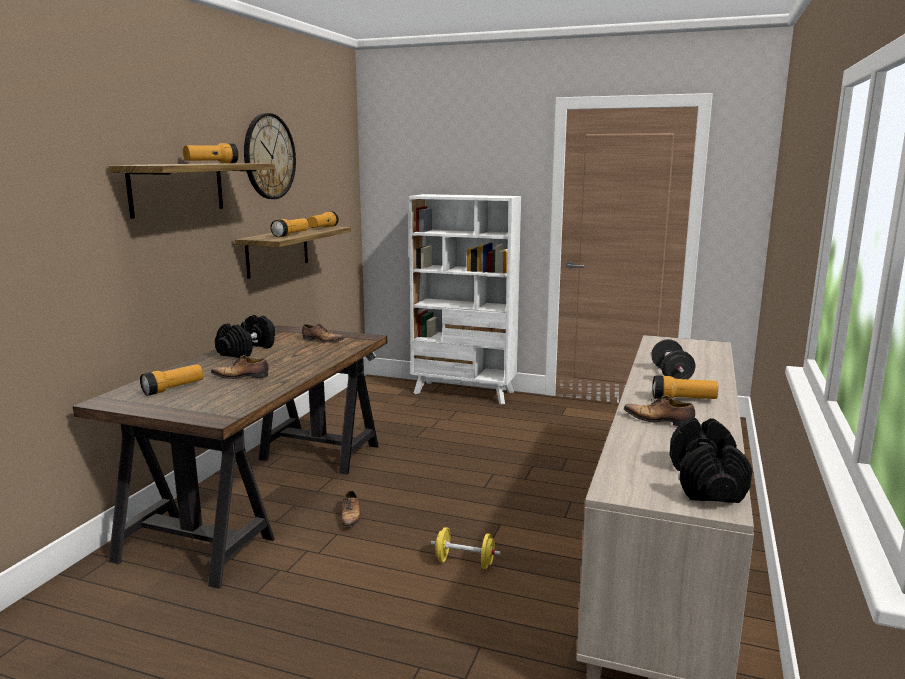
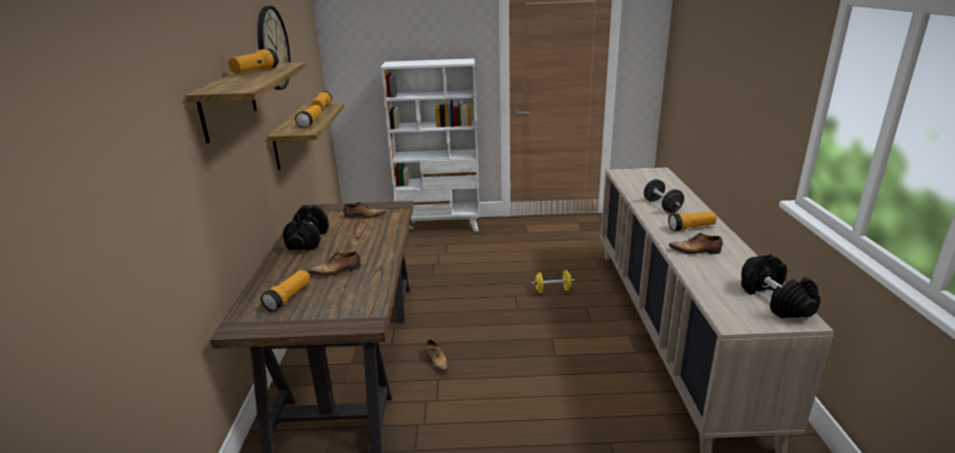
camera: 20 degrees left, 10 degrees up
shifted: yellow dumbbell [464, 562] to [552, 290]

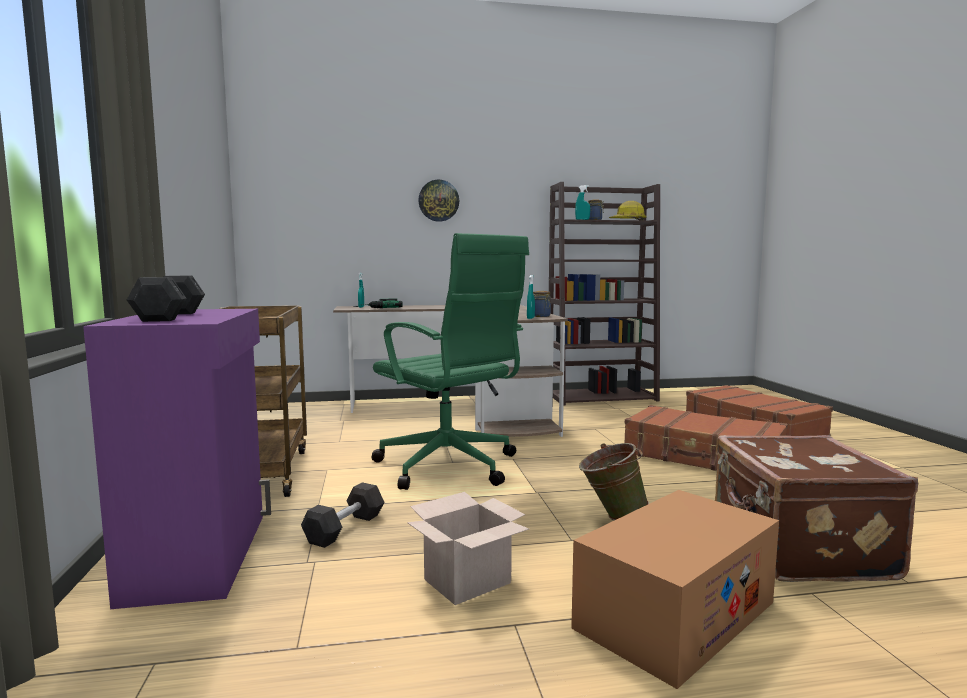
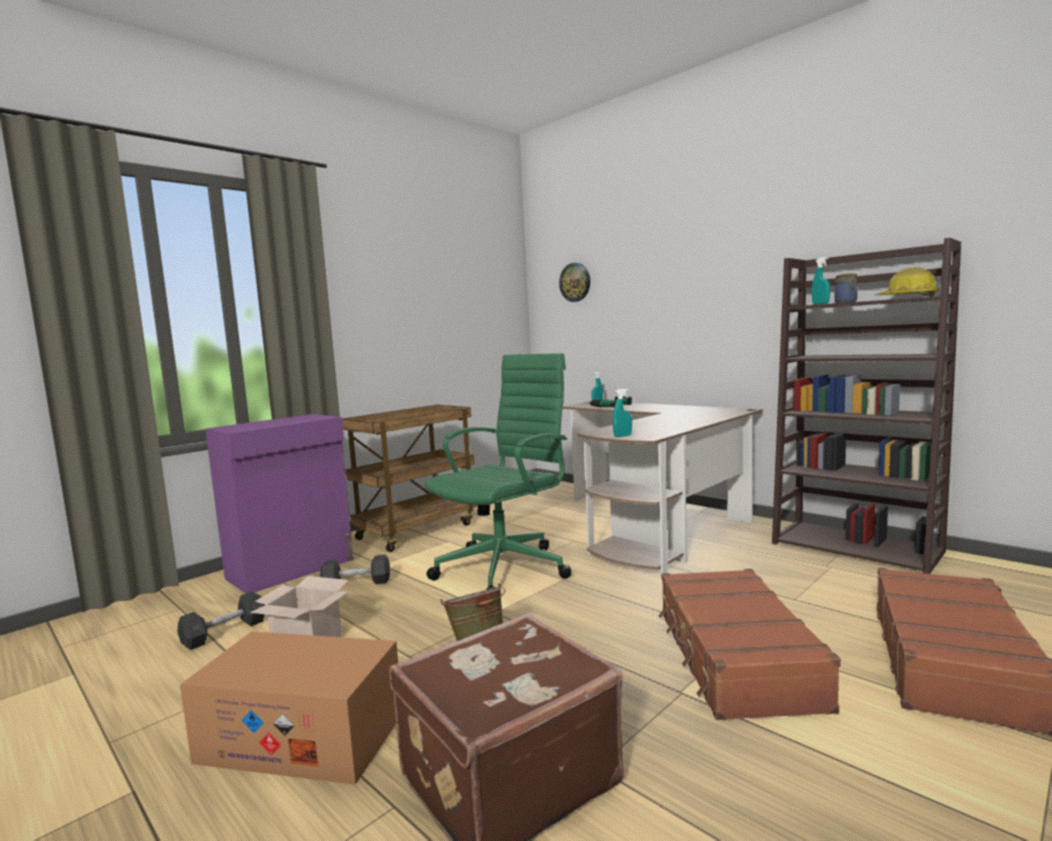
camera: 55 degrees right, 0 degrees up
gone: jar [541, 316]
shifted: wall clock [438, 200] to [575, 282]; grey dumbbell [170, 316] to [224, 632]
rotated: green office chair [449, 467] = [506, 568] 150 degrees counterclockwise

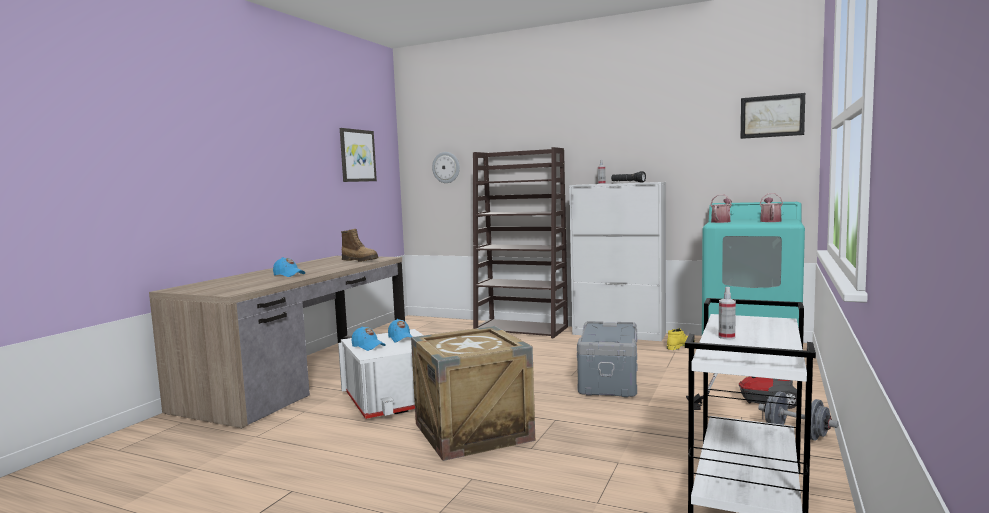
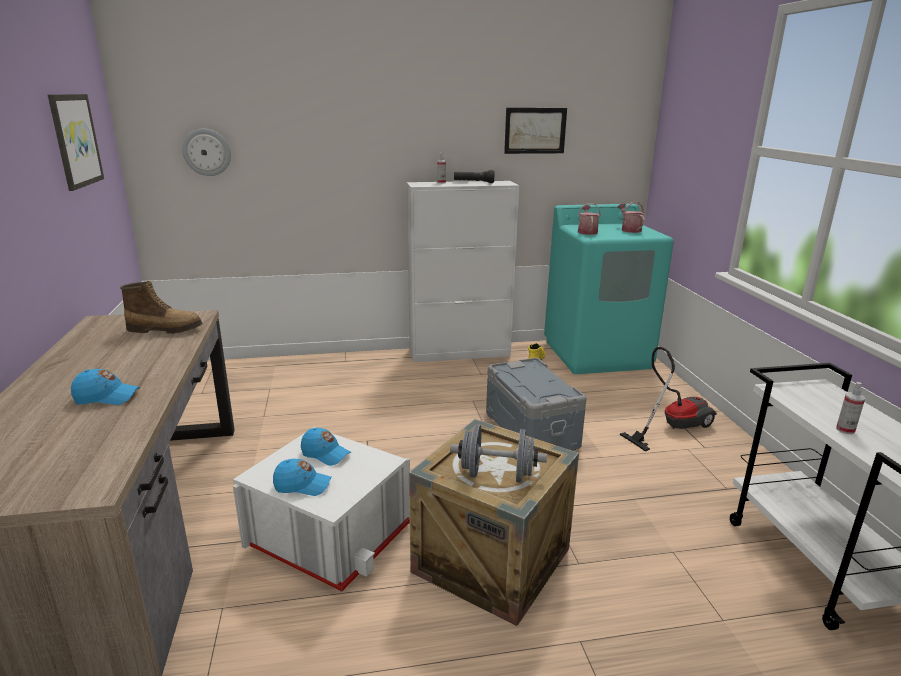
camera: 35 degrees left, 15 degrees up
gone: brown bookcase [522, 329]
shifted: picture [772, 116] to [535, 130]; grey dumbbell [796, 434] to [497, 475]

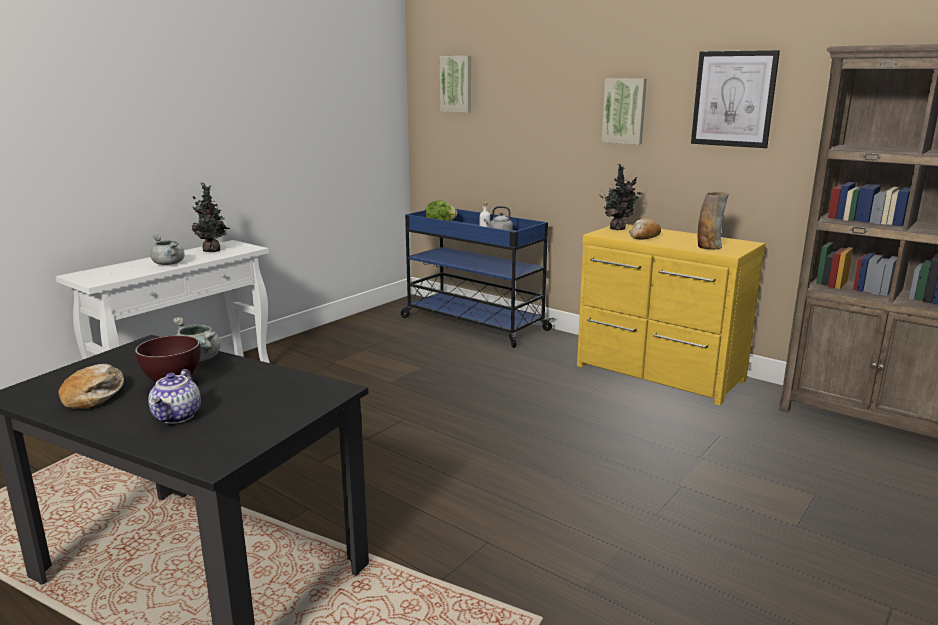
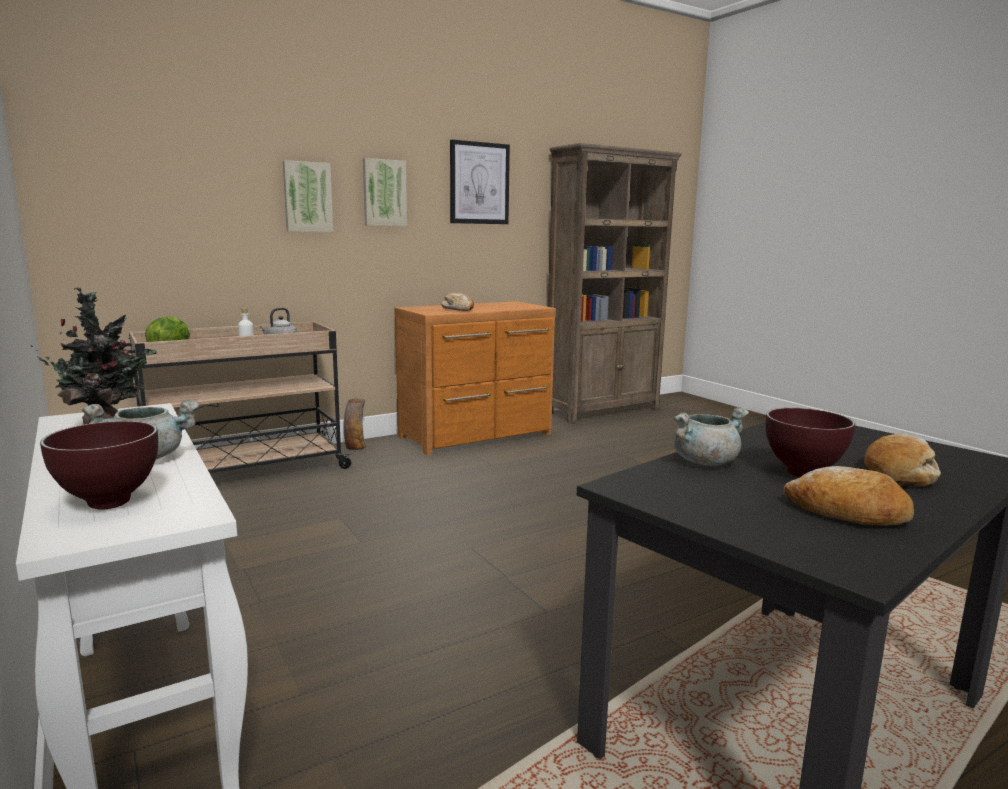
camera: 70 degrees left, 5 degrees down
gone: potted plant [618, 229]
new: brown bowl [112, 503]
shifted: picture [456, 84] to [307, 197]; vase [709, 247] to [355, 447]
swapped: teapot [178, 417] to bread [899, 473]
repainted: blue cart [472, 323] to beige cart [242, 472]; yellow dresser [659, 374] to brown dresser [478, 436]

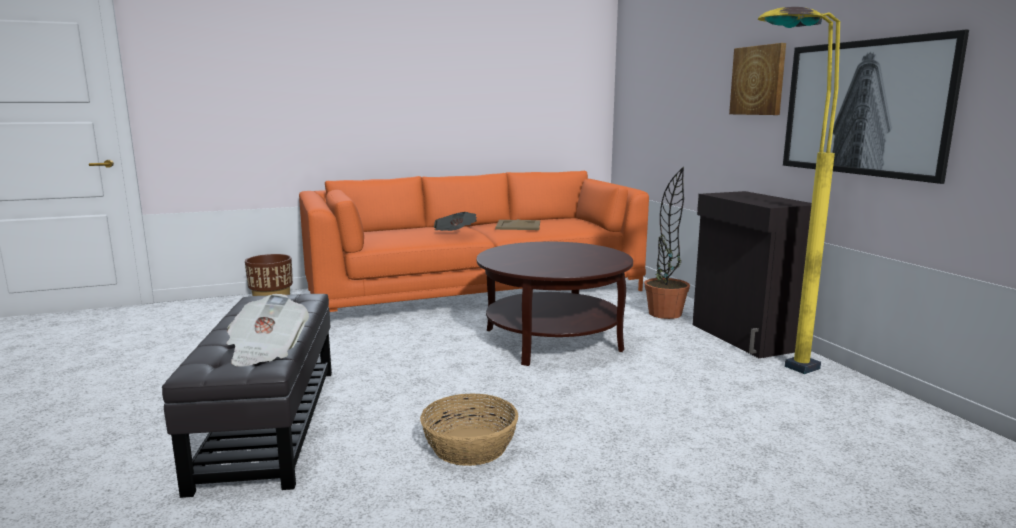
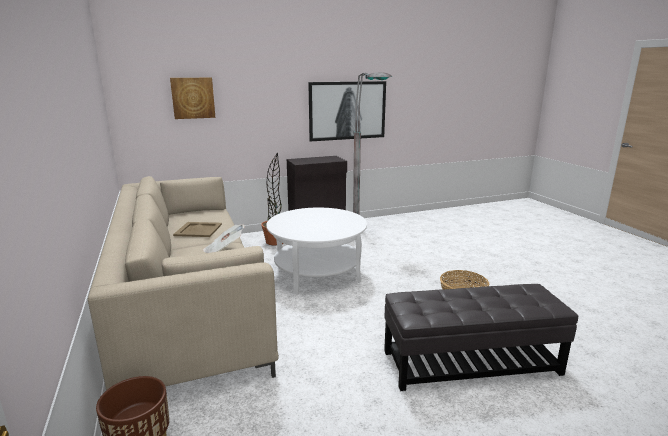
camera: 90 degrees left, 5 degrees up
gone: newspaper [266, 351]
shifted: picture [758, 80] to [193, 98]
repainted: yellow floor lamp [768, 378] to grey floor lamp [368, 232]; orange sofa [475, 290] to beige sofa [188, 300]; brown coffee table [553, 339] to white coffee table [317, 273]

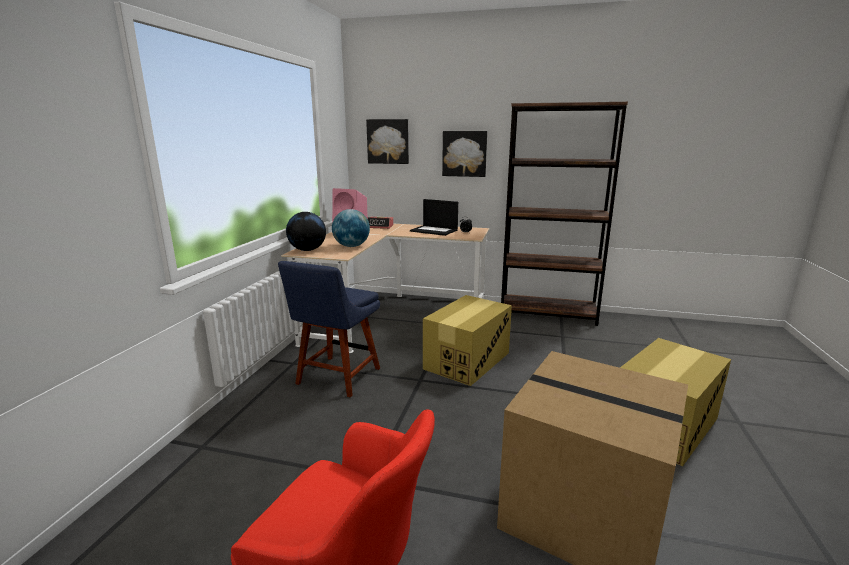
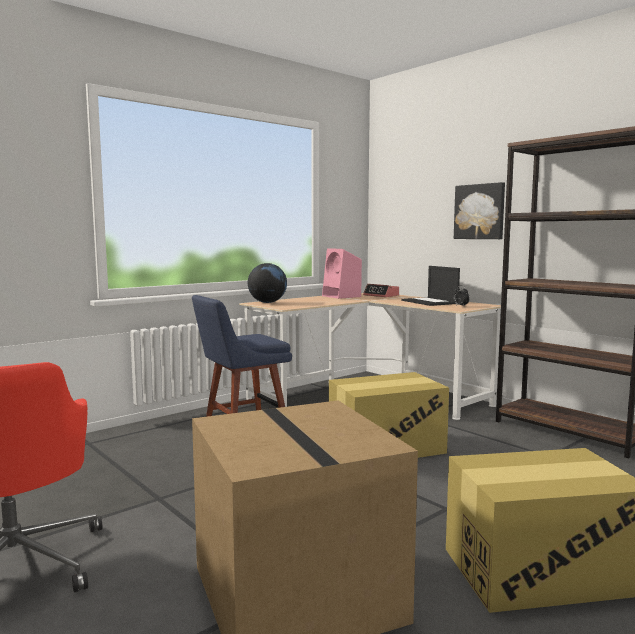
camera: 35 degrees right, 10 degrees down
gone: picture [388, 141]; globe [351, 246]

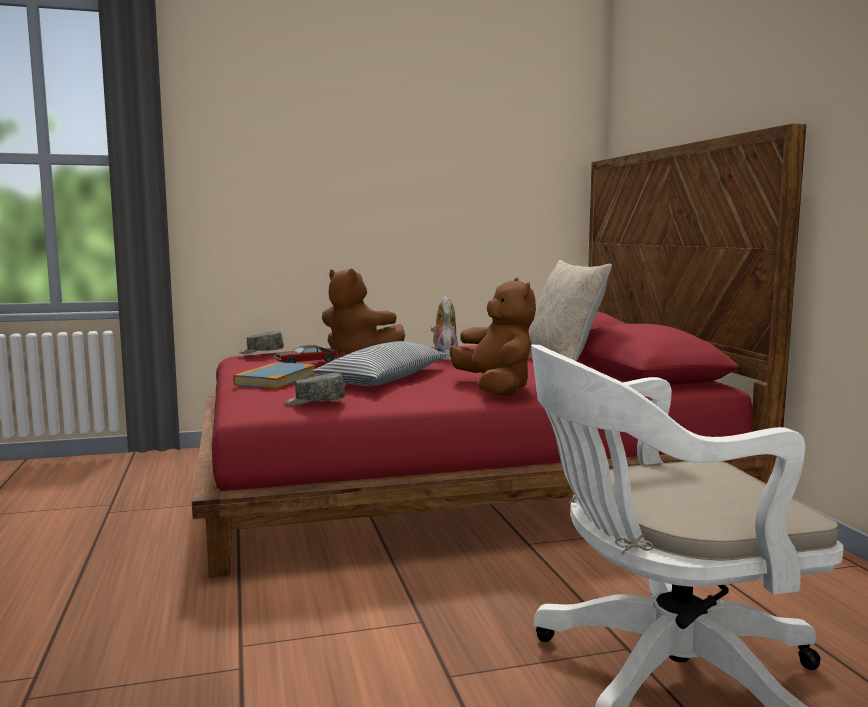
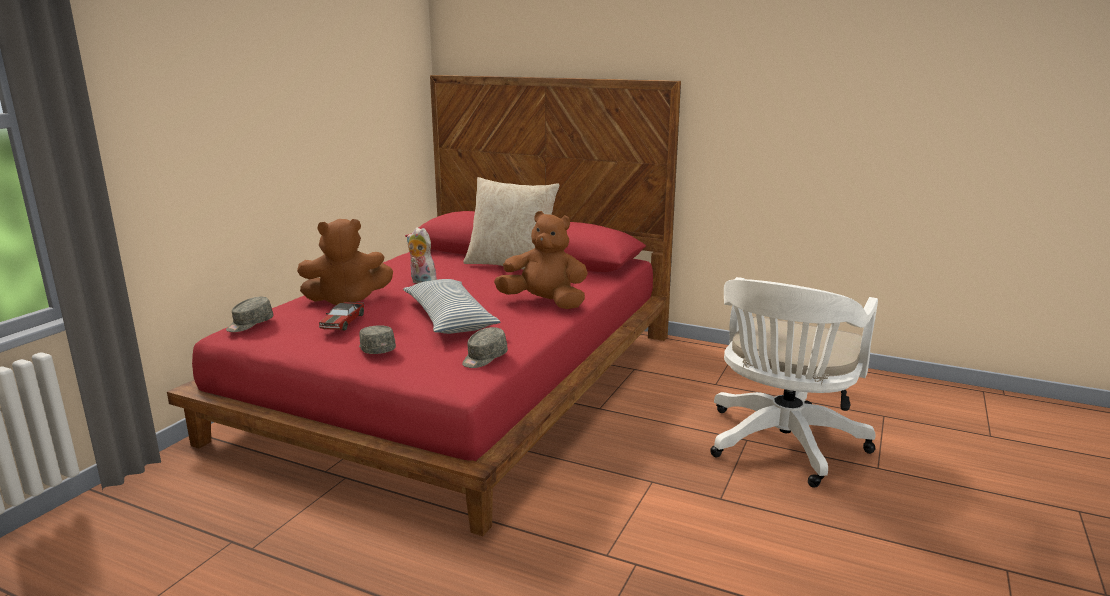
camera: 50 degrees left, 10 degrees up
swapped: book [275, 379] to grey cap [376, 349]

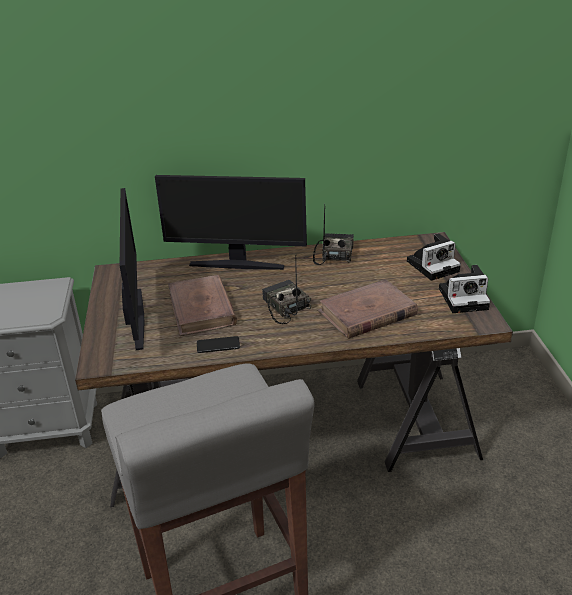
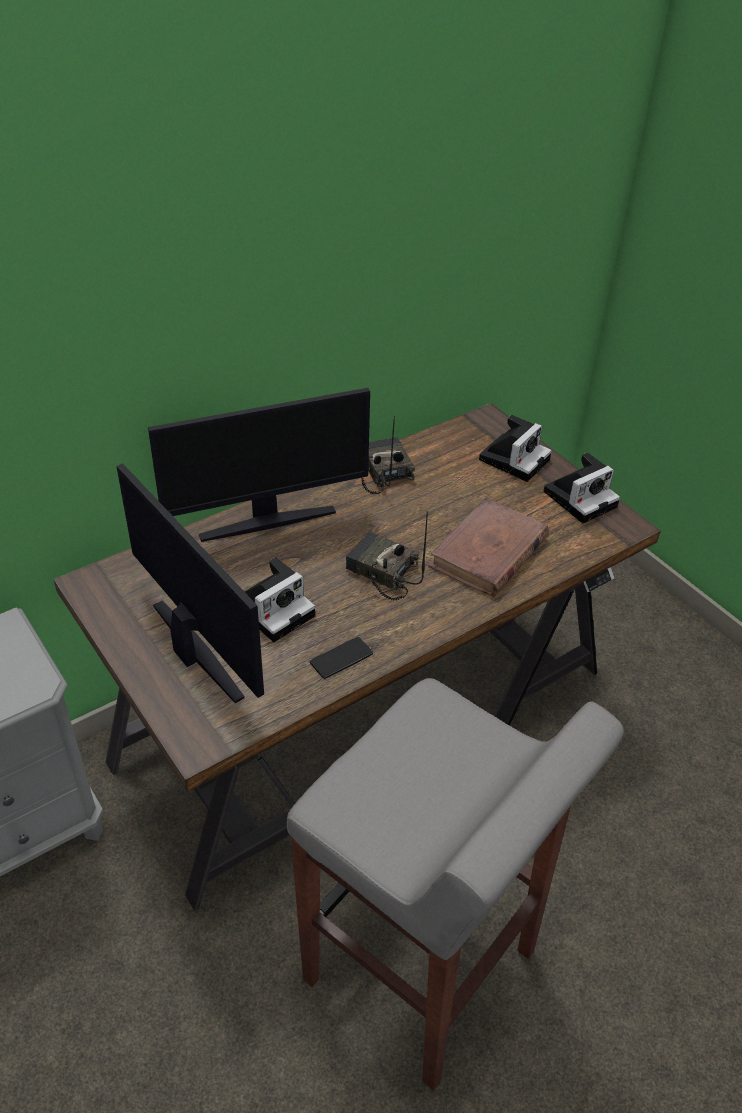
camera: 30 degrees left, 10 degrees up
swapped: brown book [202, 309] to photo camera [275, 608]

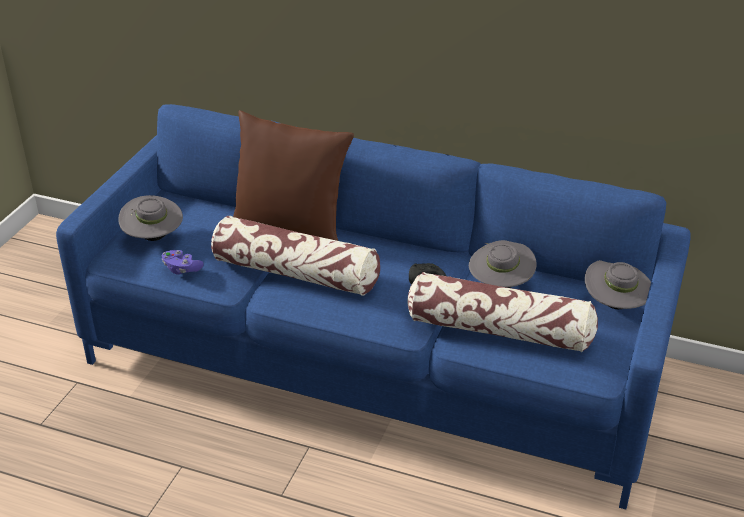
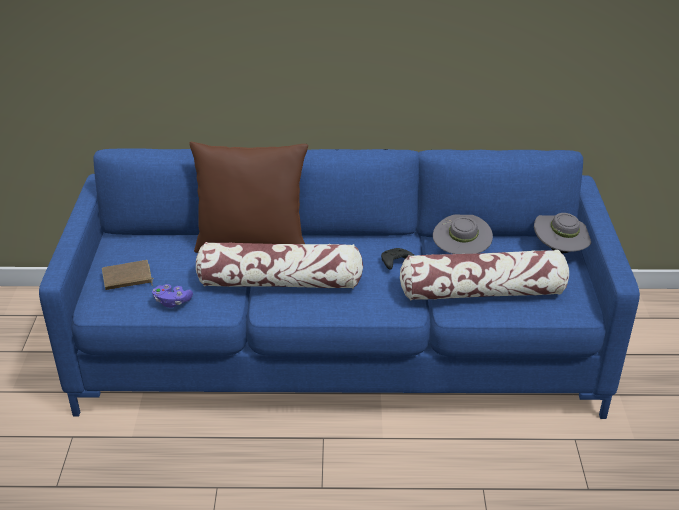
camera: 20 degrees left, 0 degrees up
swapped: grey hat [153, 237] to brown book [127, 279]

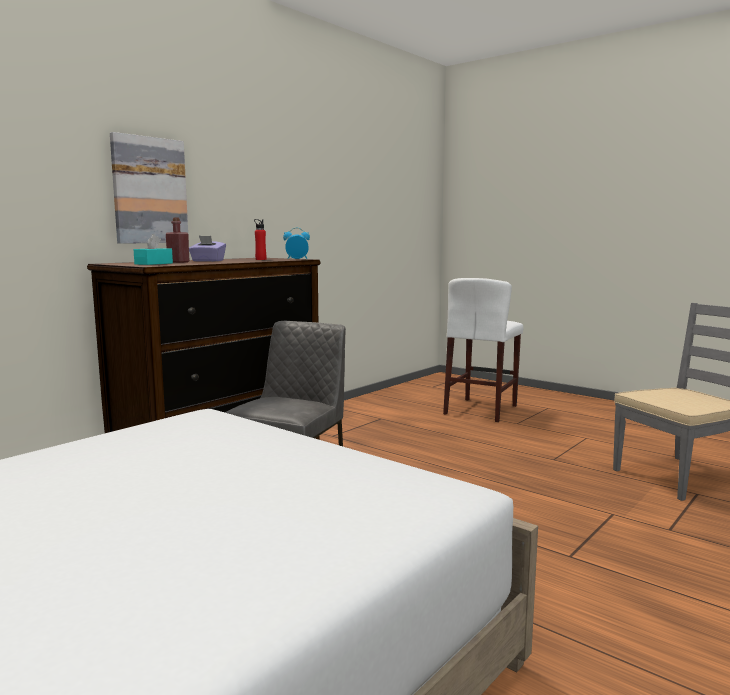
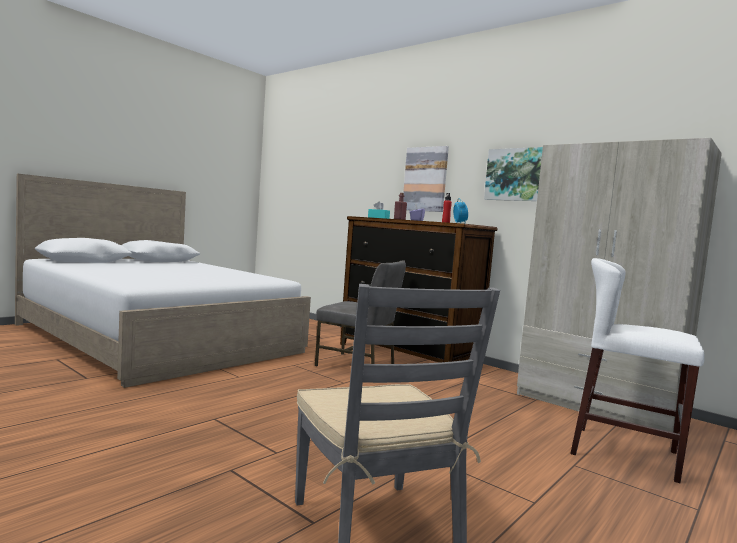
camera: 90 degrees right, 5 degrees down
new: beige wardrobe [598, 405]; picture [515, 174]

